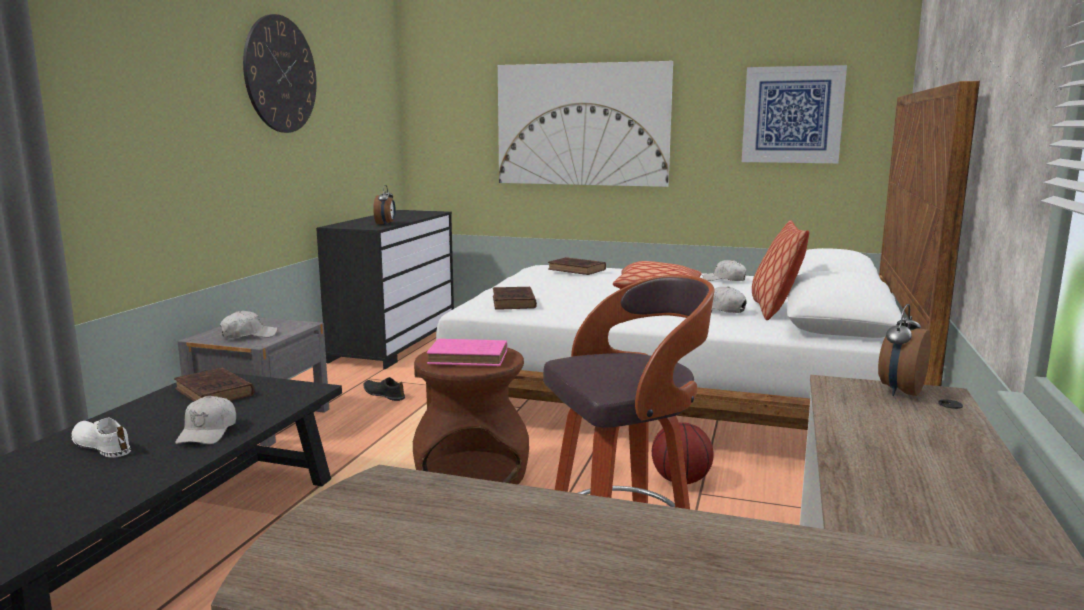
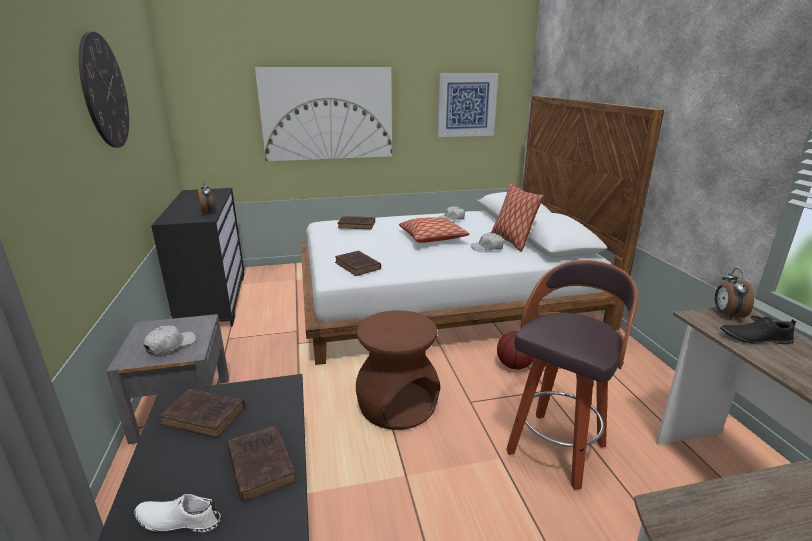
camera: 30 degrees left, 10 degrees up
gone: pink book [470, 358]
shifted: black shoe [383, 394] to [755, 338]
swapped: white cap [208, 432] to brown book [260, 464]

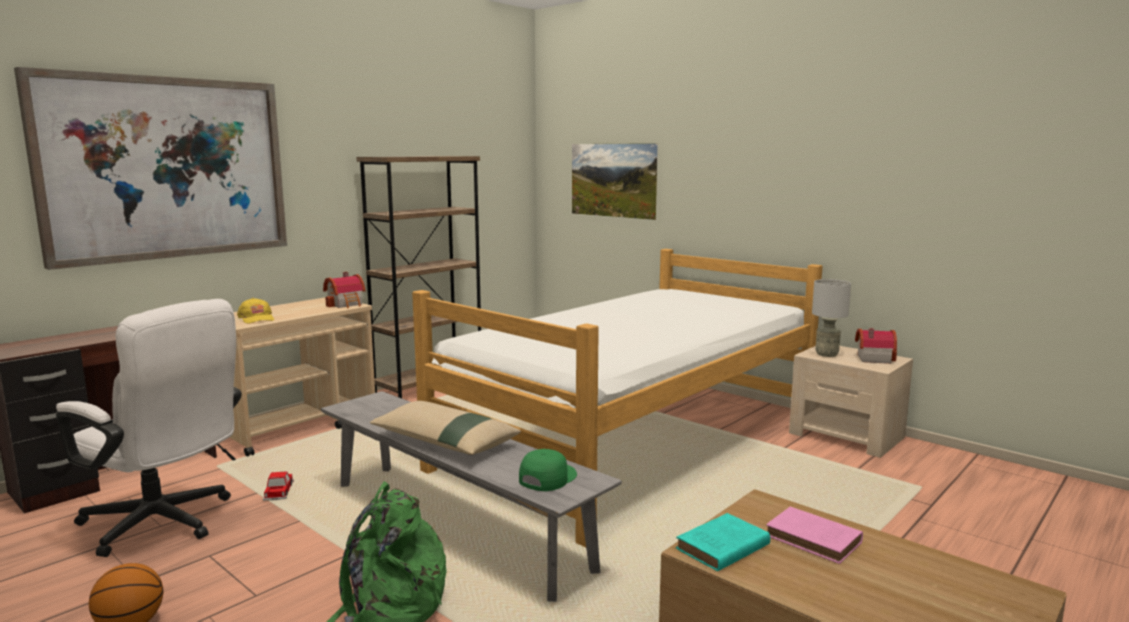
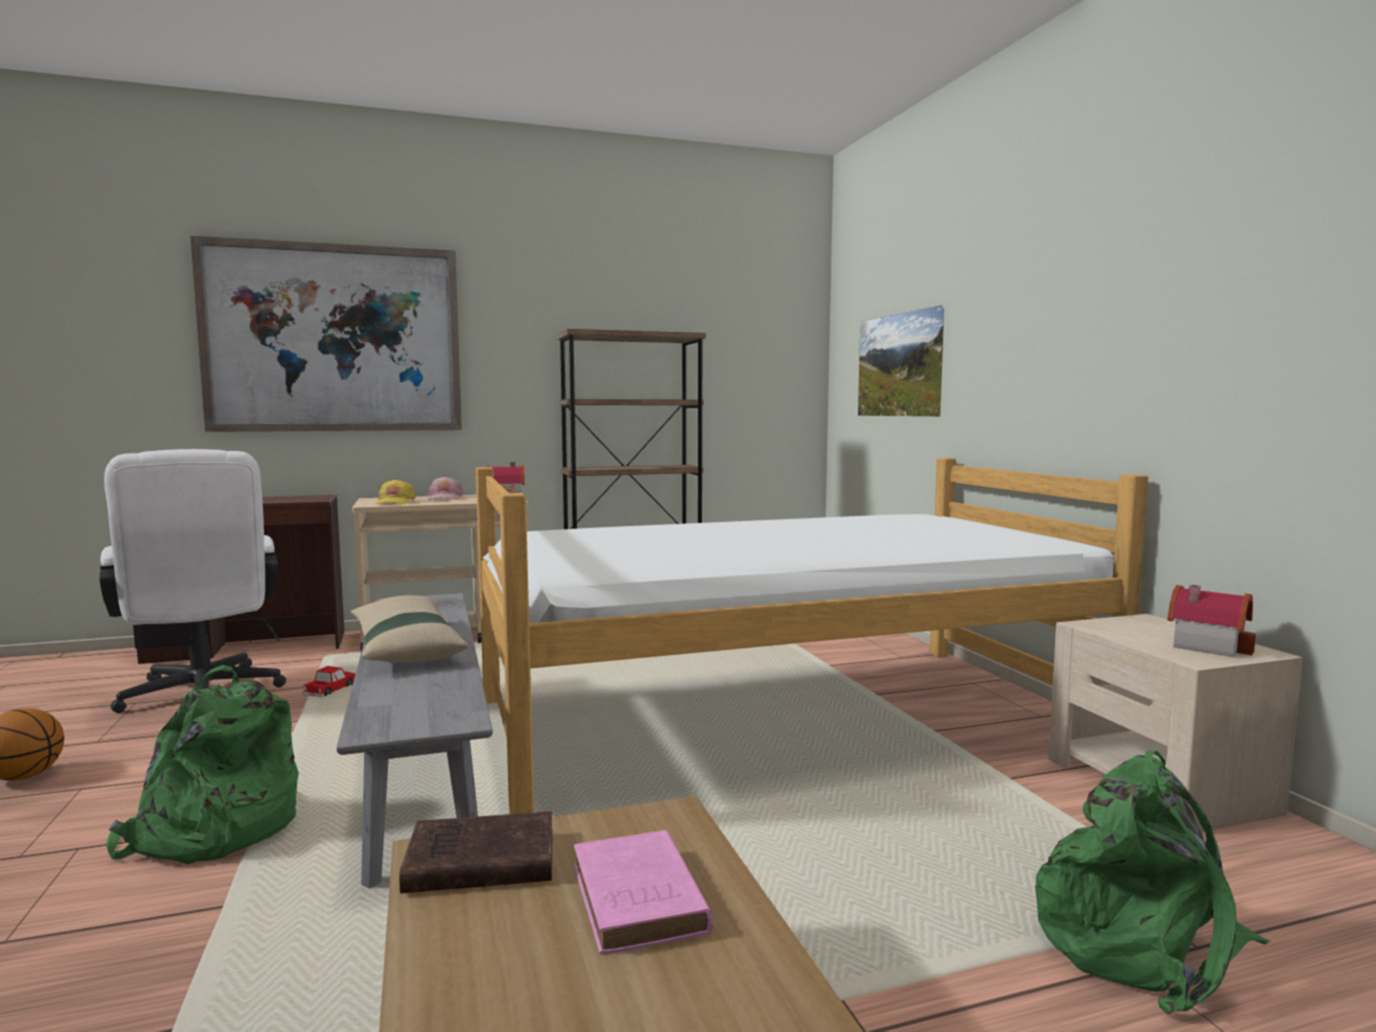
camera: 30 degrees right, 5 degrees down
gone: grey table lamp [826, 354]; green cap [547, 477]
new: pink cap [445, 498]; green backpack [1141, 943]
repainted: turquoise book [721, 548] to brown book [477, 862]

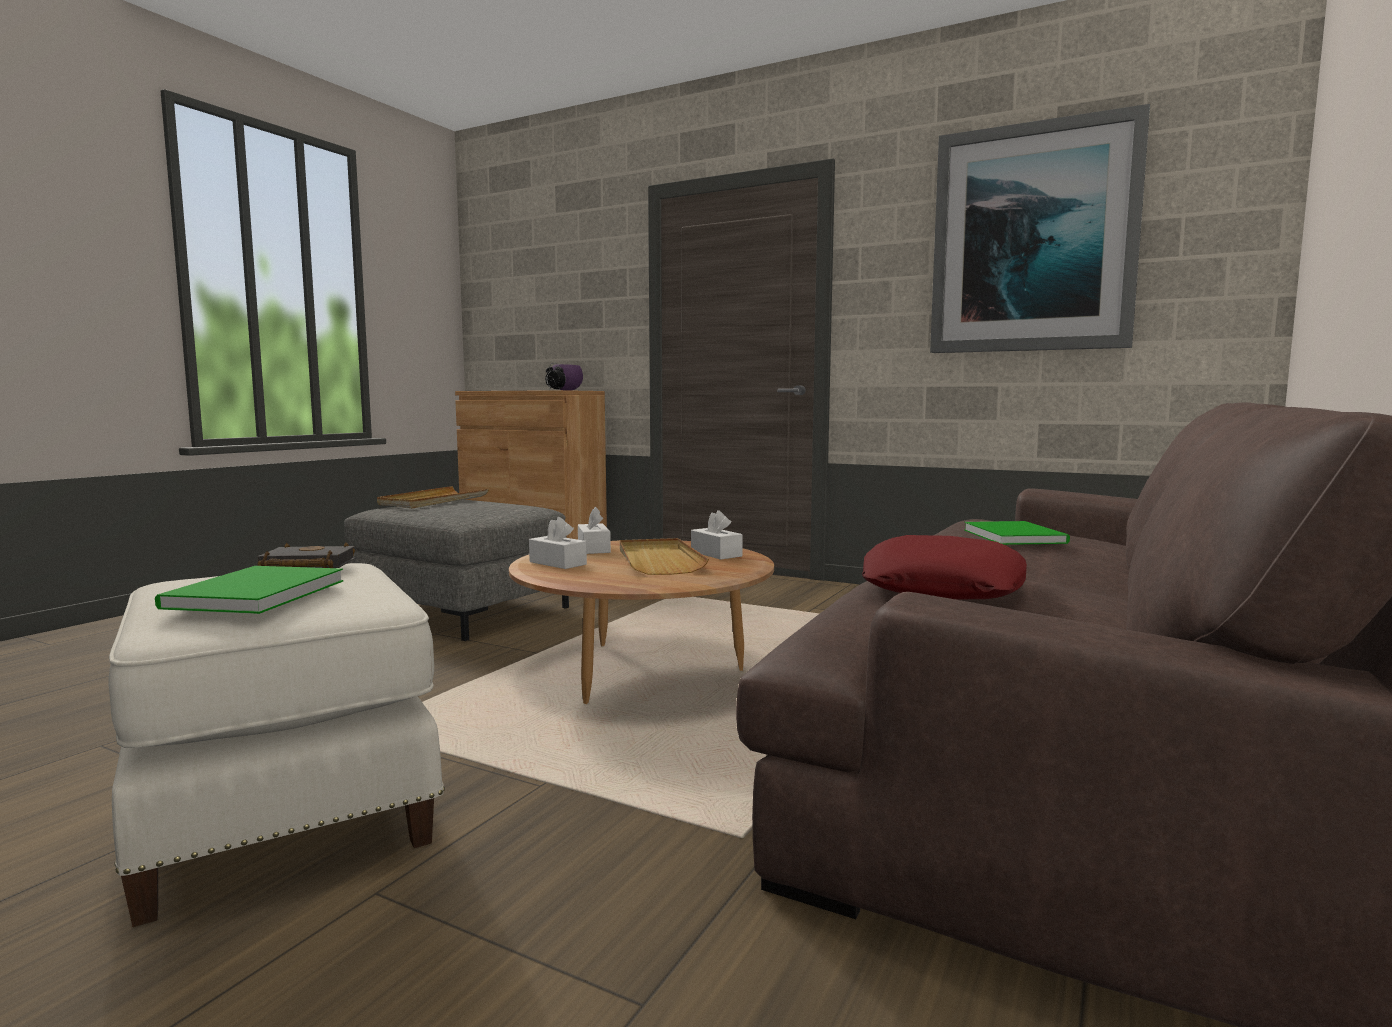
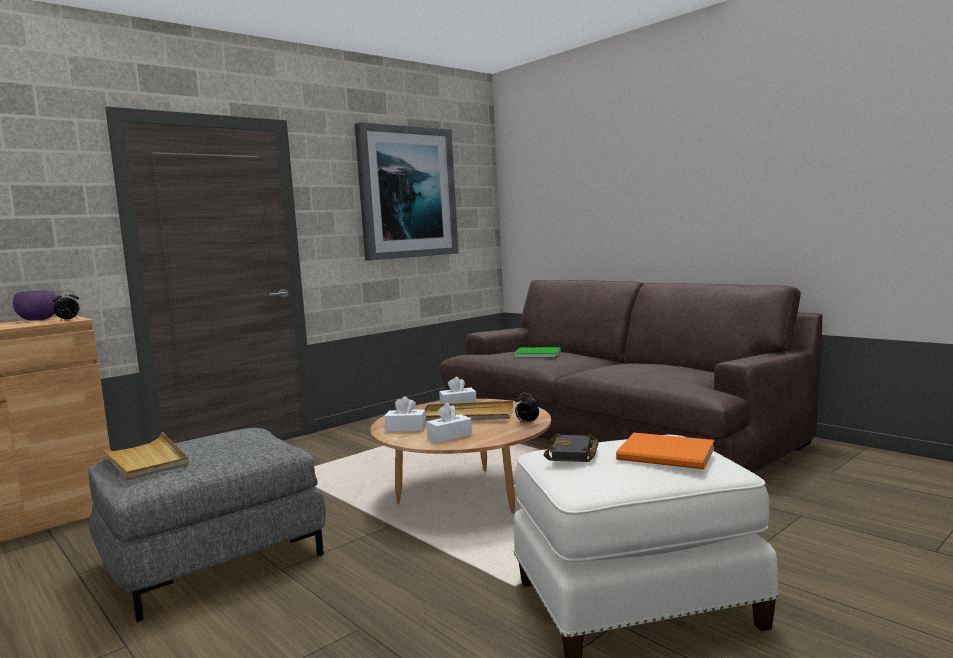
camera: 70 degrees left, 0 degrees up
gone: red pillow [943, 586]
new: alarm clock [526, 423]
repainted: green book [249, 595] to orange book [668, 455]

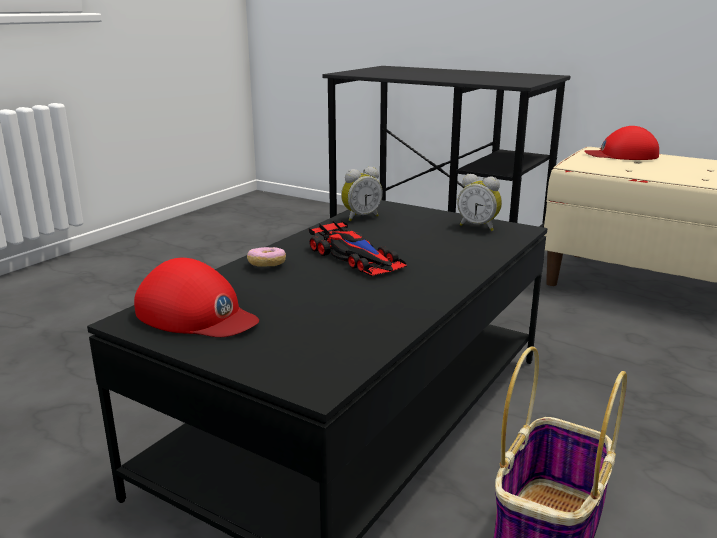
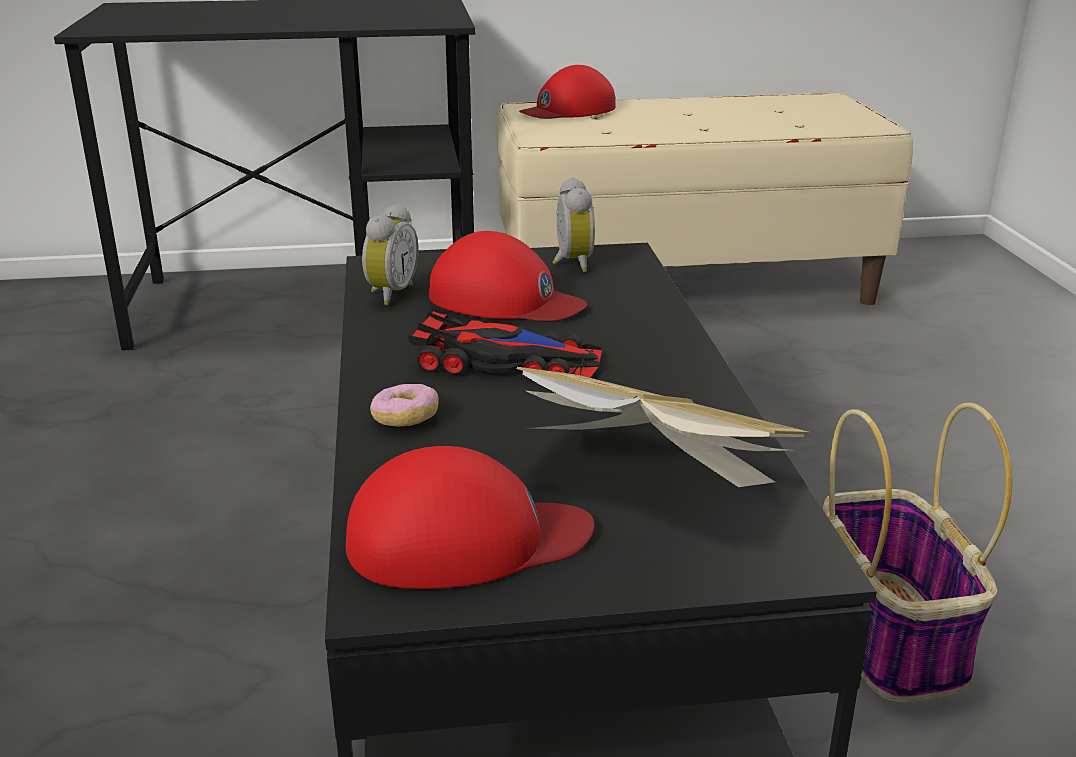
camera: 40 degrees left, 5 degrees up
new: red cap [504, 300]; book [657, 474]
rotated: alarm clock [478, 226] = [570, 263] 90 degrees counterclockwise

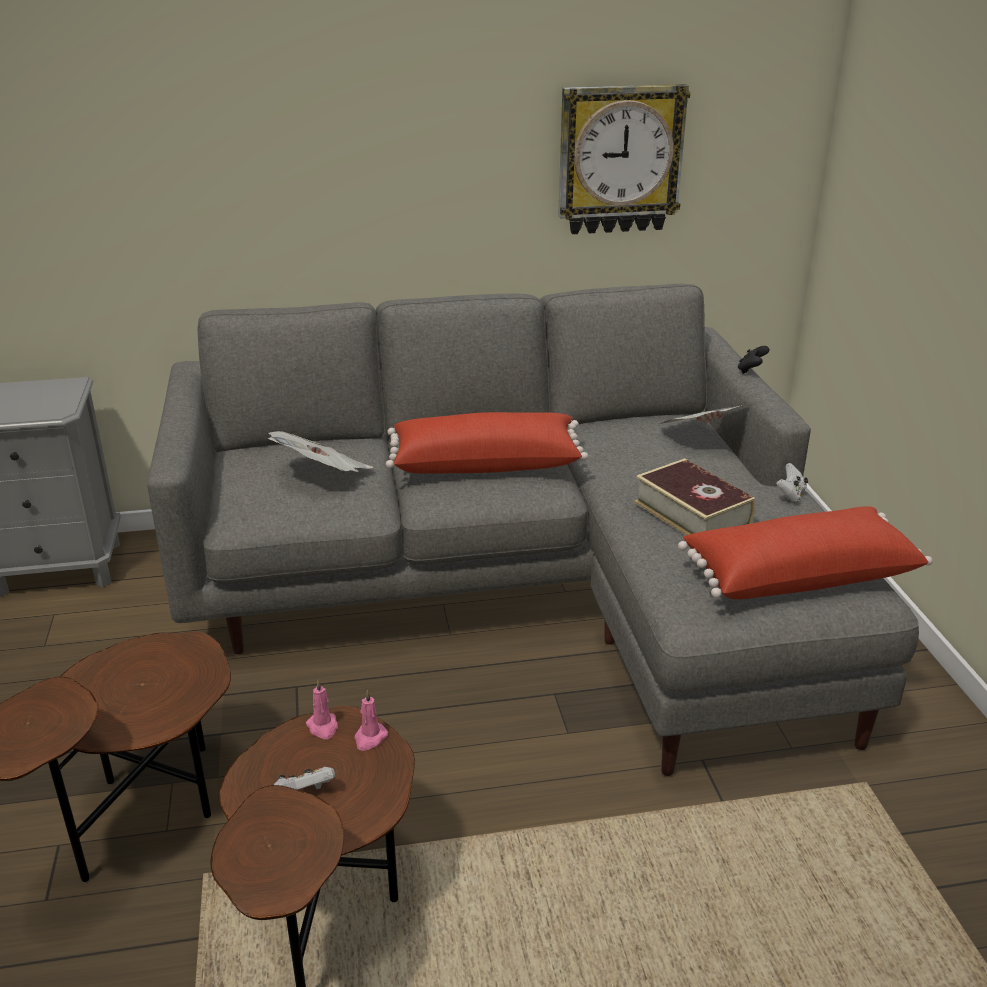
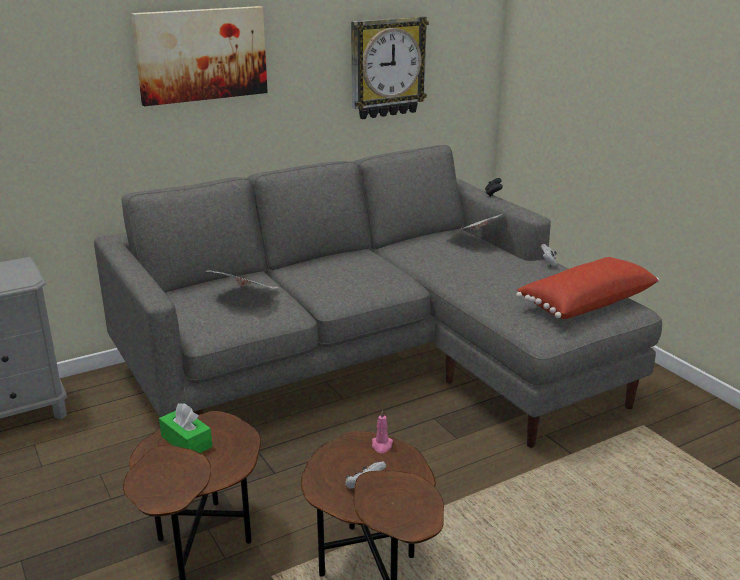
camera: 20 degrees left, 5 degrees down
gone: red pillow [485, 463]; book [692, 513]; pink candle [323, 727]
new: picture [201, 54]; green tissue box [186, 441]

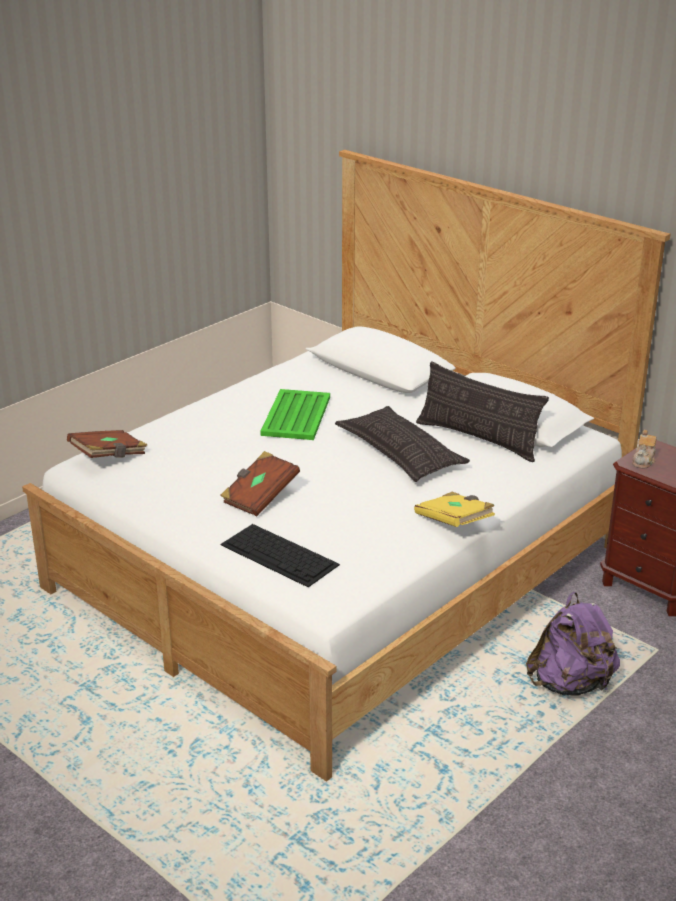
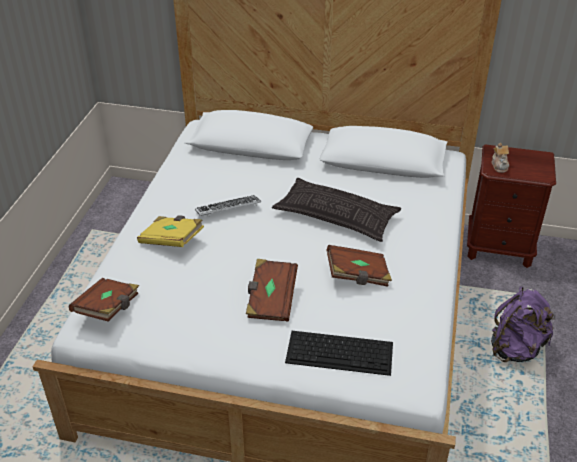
camera: 30 degrees left, 10 degrees up
gone: pillow [478, 438]
new: brown book [358, 276]
shifted: yellow book [454, 522] to [172, 241]
swapped: green tray [295, 416] to keyboard [228, 209]

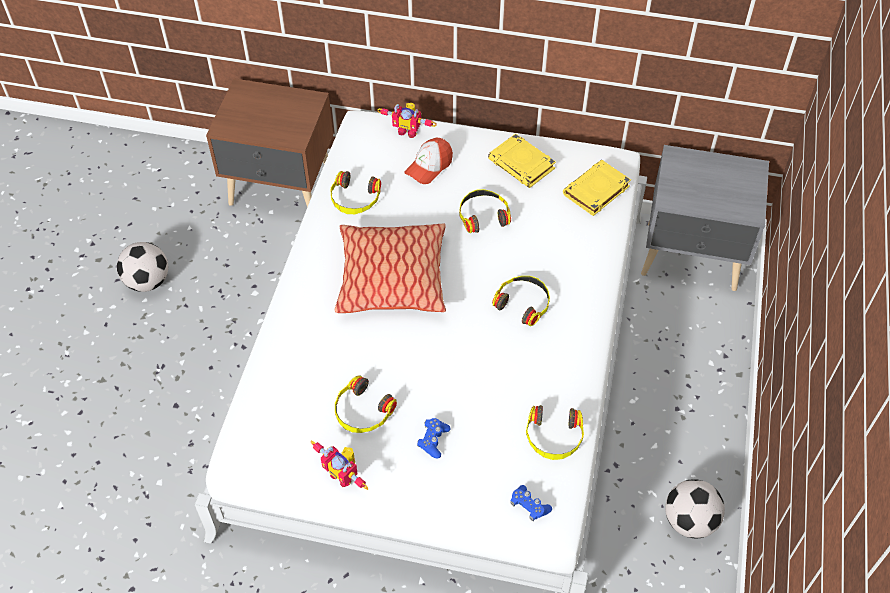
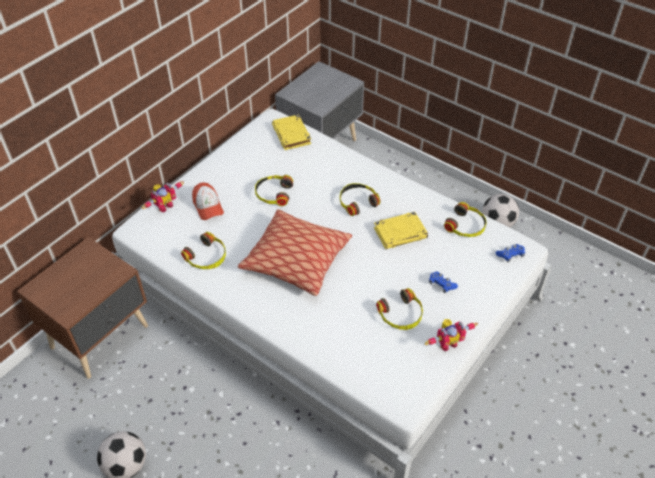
camera: 65 degrees left, 5 degrees down
shifted: yellow book [522, 164] to [400, 233]

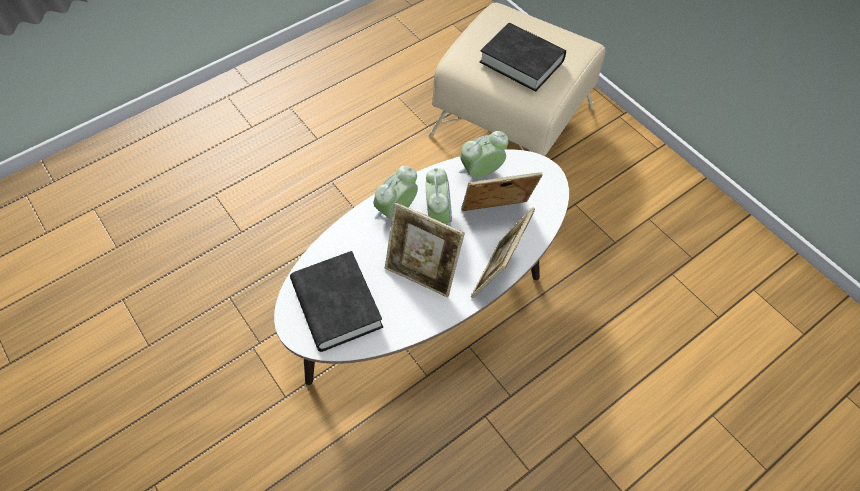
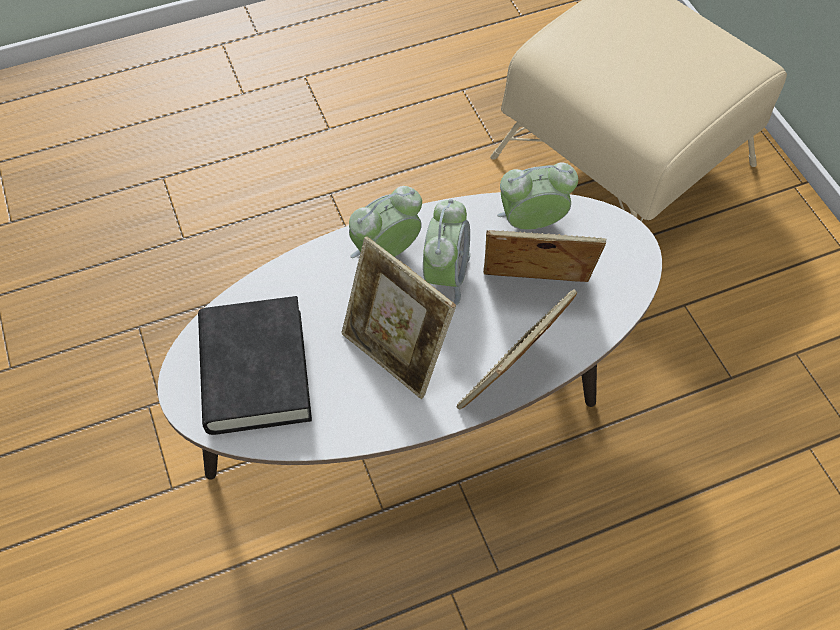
camera: 15 degrees right, 0 degrees up
gone: black book [521, 61]

